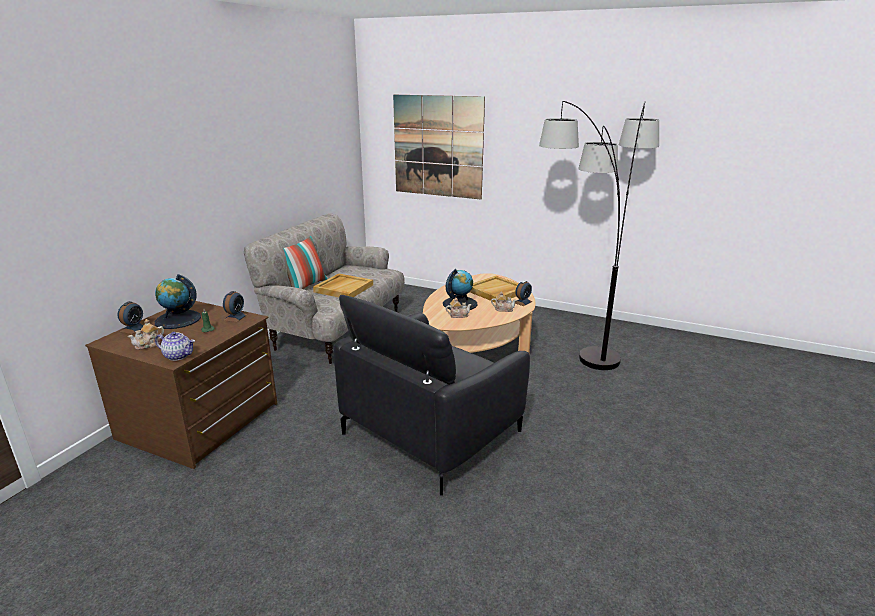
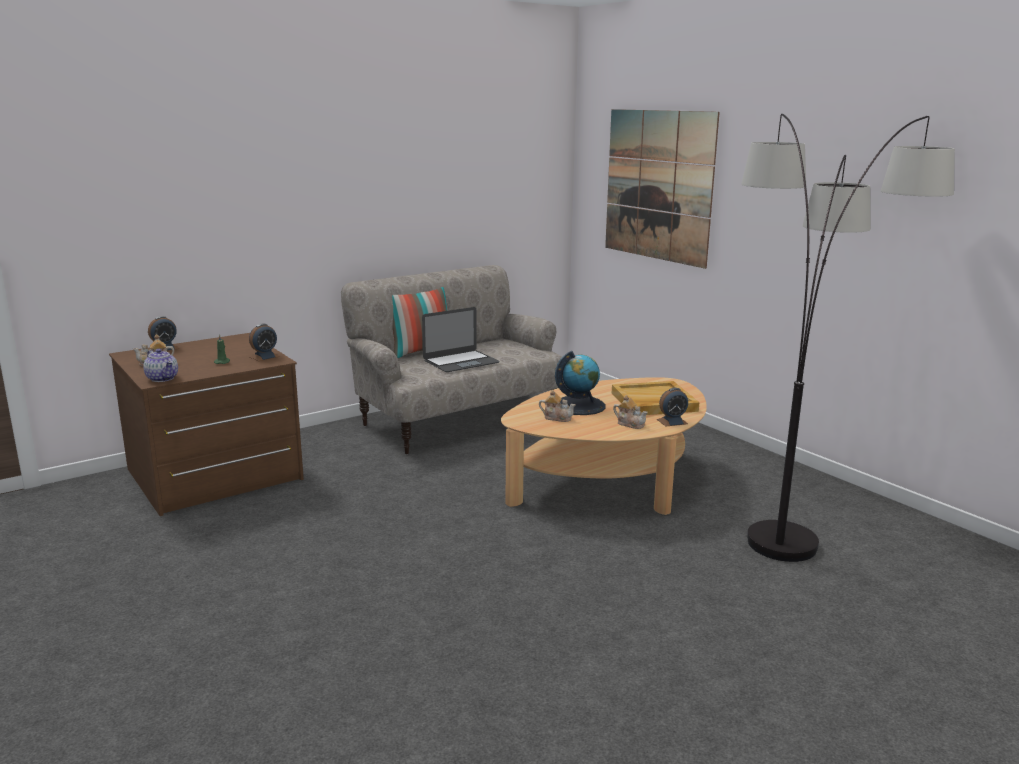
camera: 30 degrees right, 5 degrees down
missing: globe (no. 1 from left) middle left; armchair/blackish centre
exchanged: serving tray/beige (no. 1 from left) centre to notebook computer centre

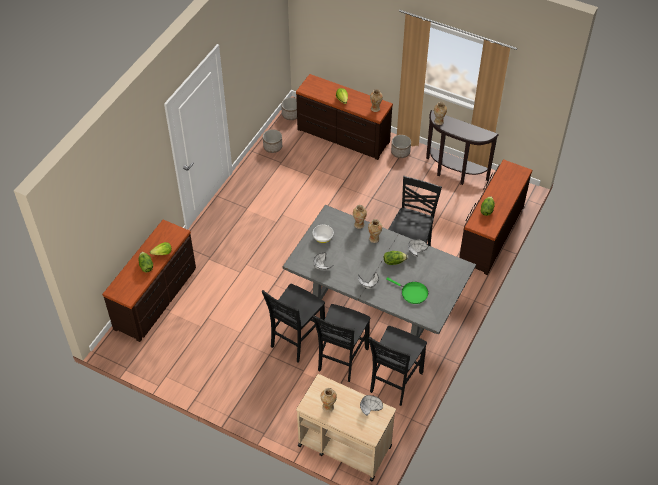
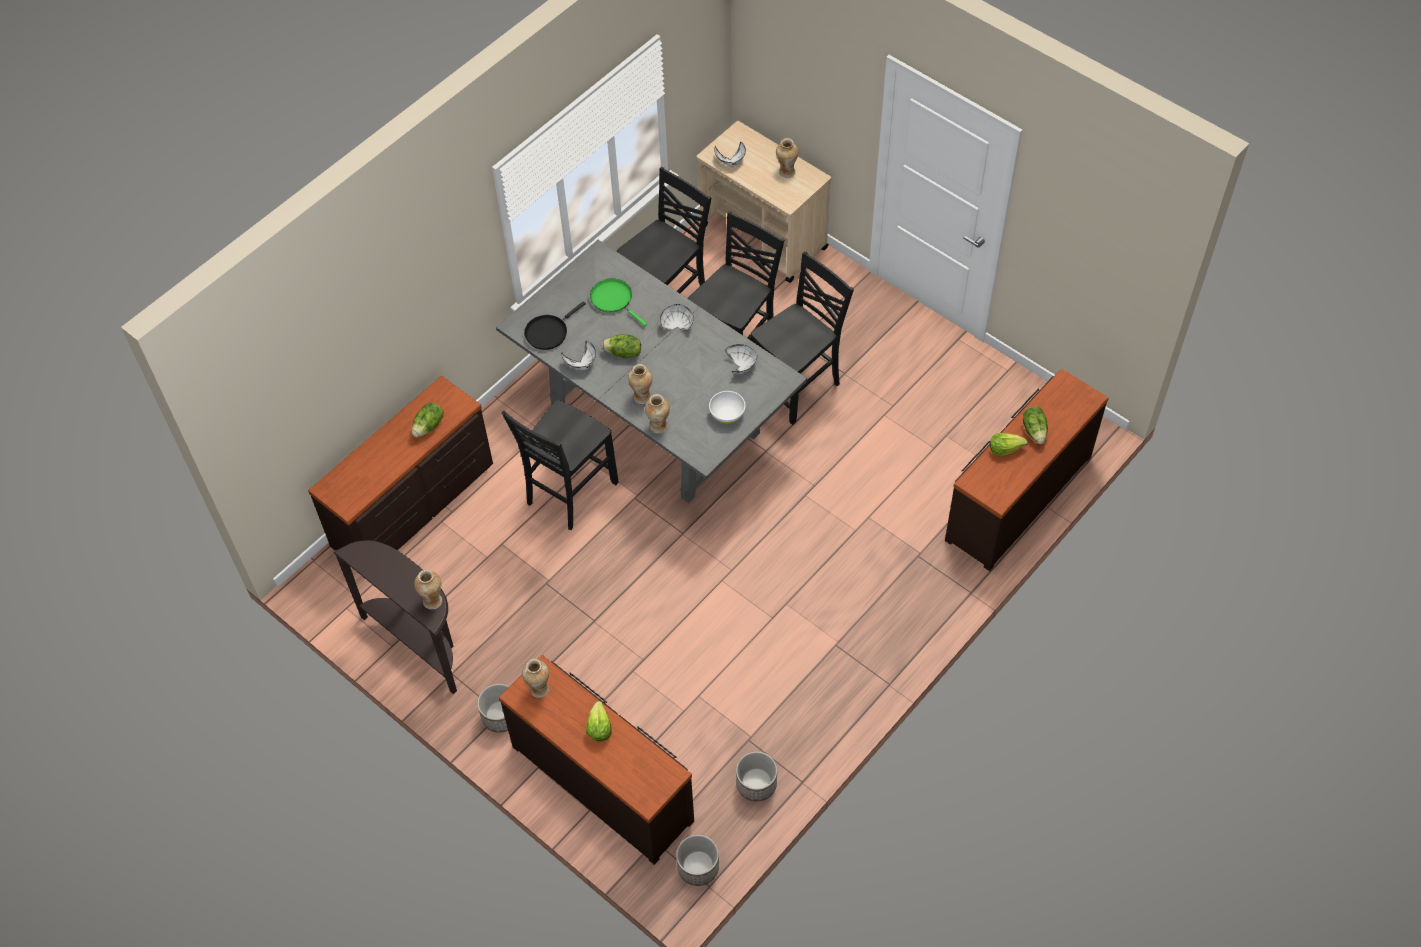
camera: 165 degrees left, 5 degrees up
appeared: frying pan/blackish centre

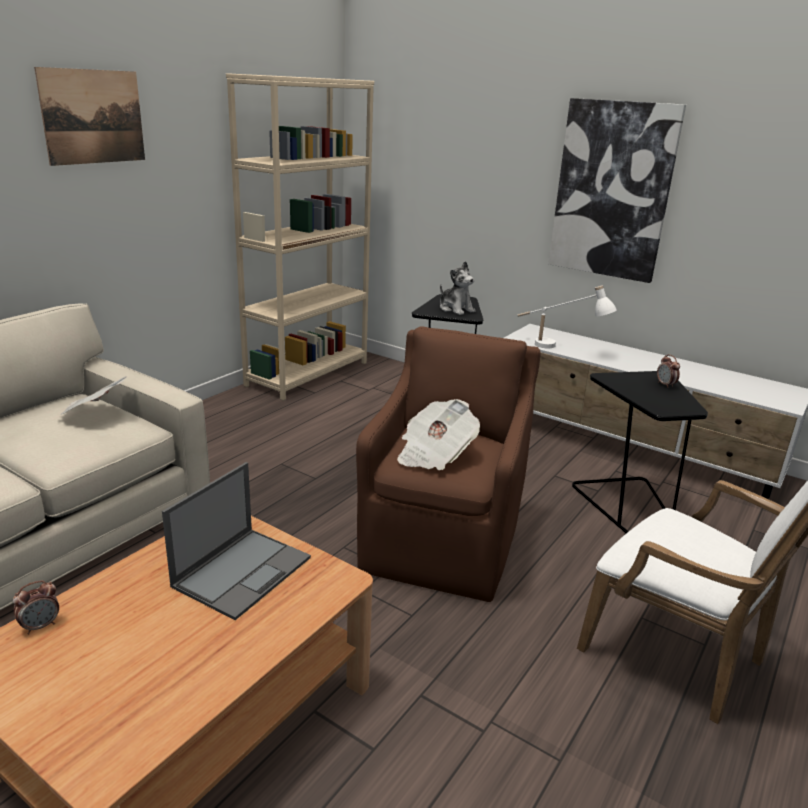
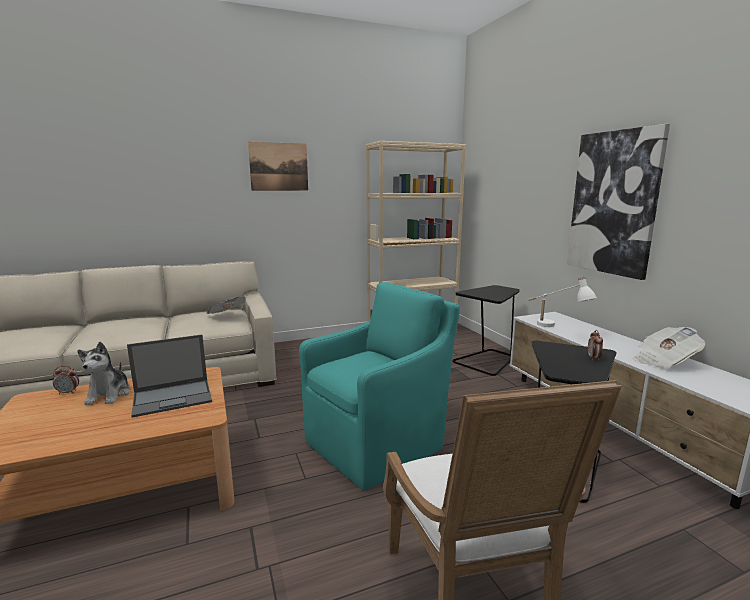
camera: 35 degrees right, 10 degrees down
relocated: soft toy centre to middle left; daily paper (no. 2 from left) centre to middle right
colour: armchair/brown centre to armchair/turquoise centre

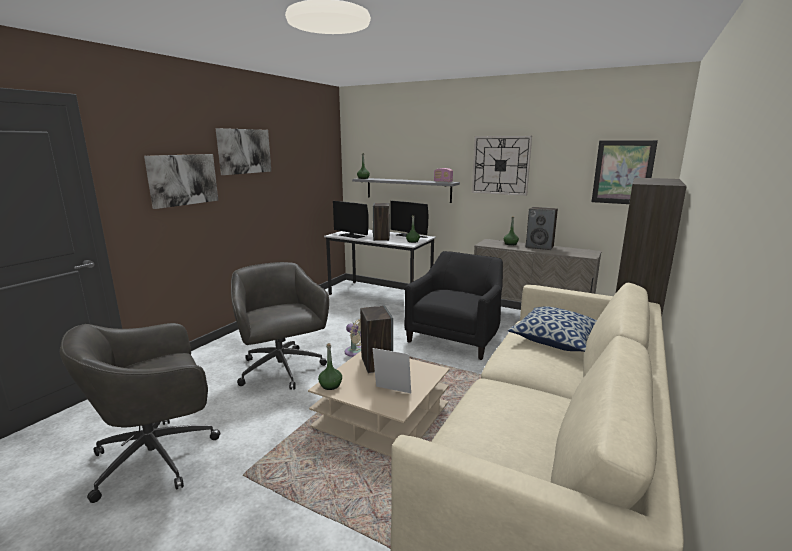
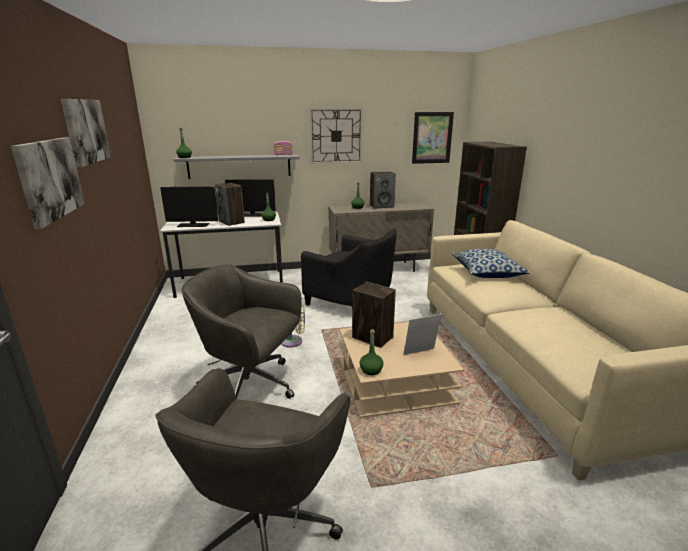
camera: 40 degrees left, 5 degrees up
spun: armchair/blackish centre = centre 135 degrees clockwise

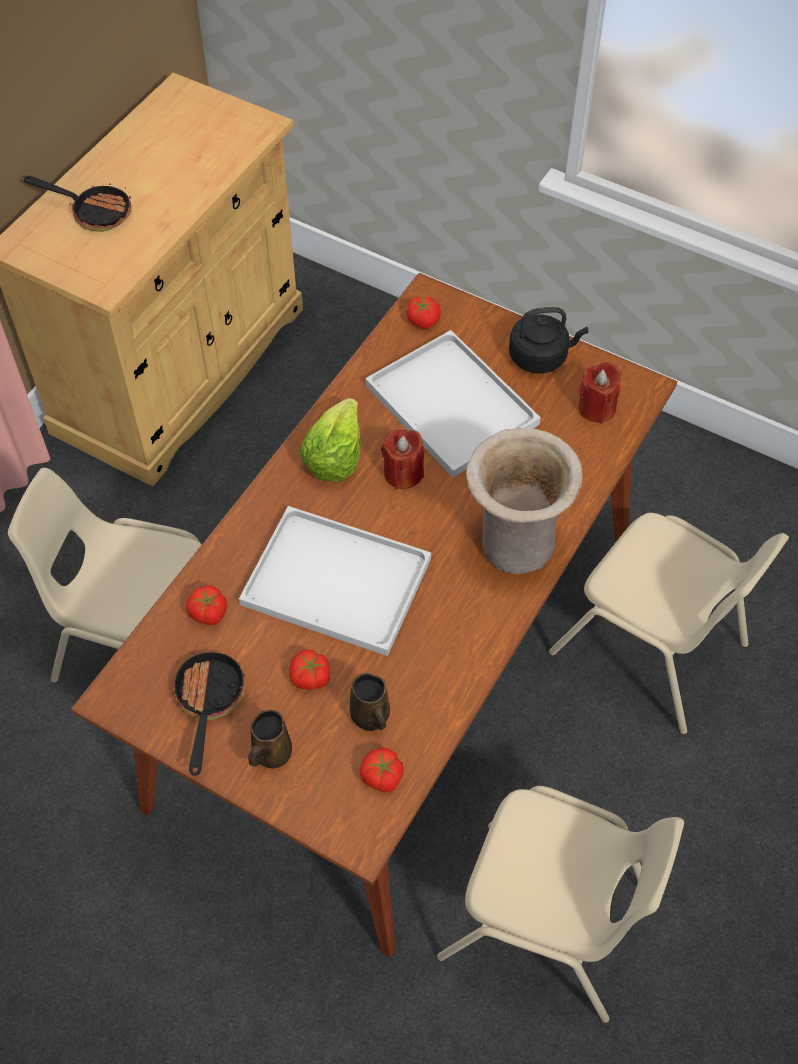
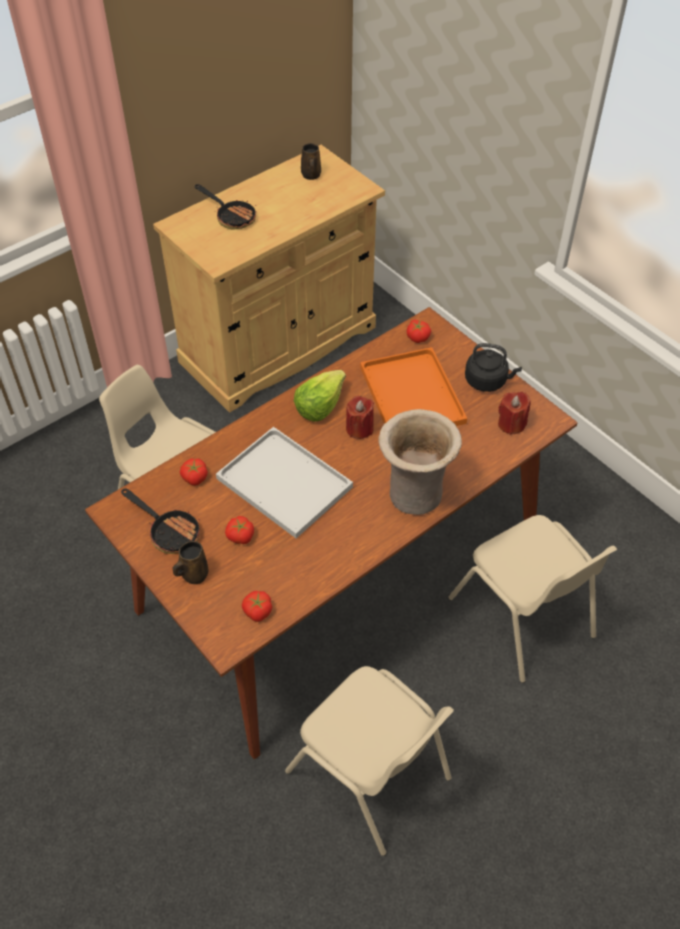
camera: 20 degrees right, 5 degrees down
relocated: mug/brown (no. 2 from left) centre to top centre
colour: serving tray/white-coloured (no. 2 from left) centre to serving tray/orange centre
spun: frying pan (no. 2 from left in the first image) bottom left = middle left 105 degrees clockwise

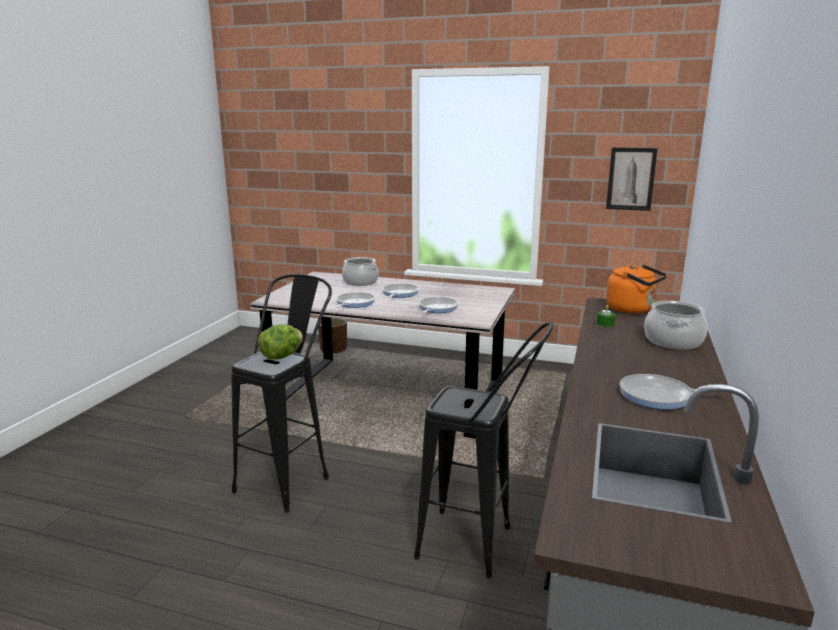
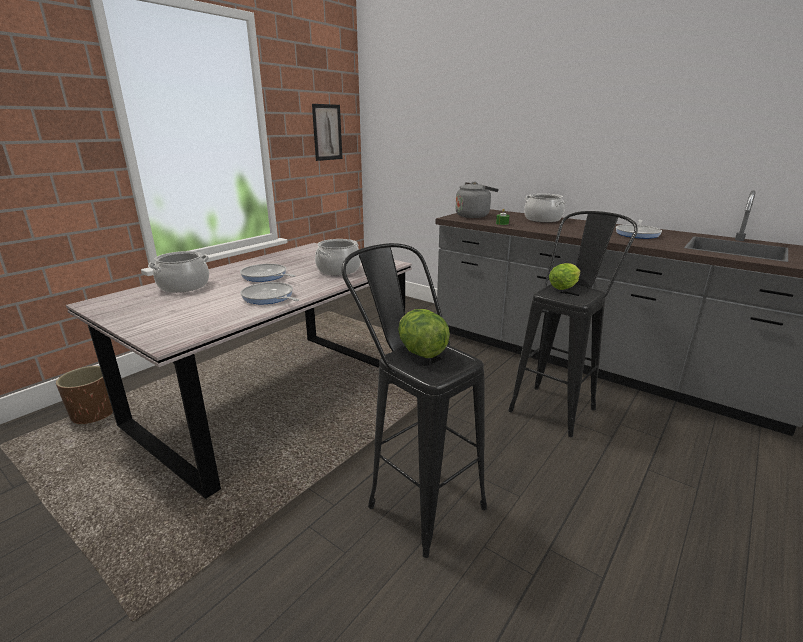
camera: 70 degrees left, 5 degrees up
appeared: head of lettuce (no. 2 from left) middle right
exchanged: frying pan (no. 3 from left) centre to saucepot (no. 2 from left) centre
colour: water kettle/orange middle right to water kettle/gray top centre

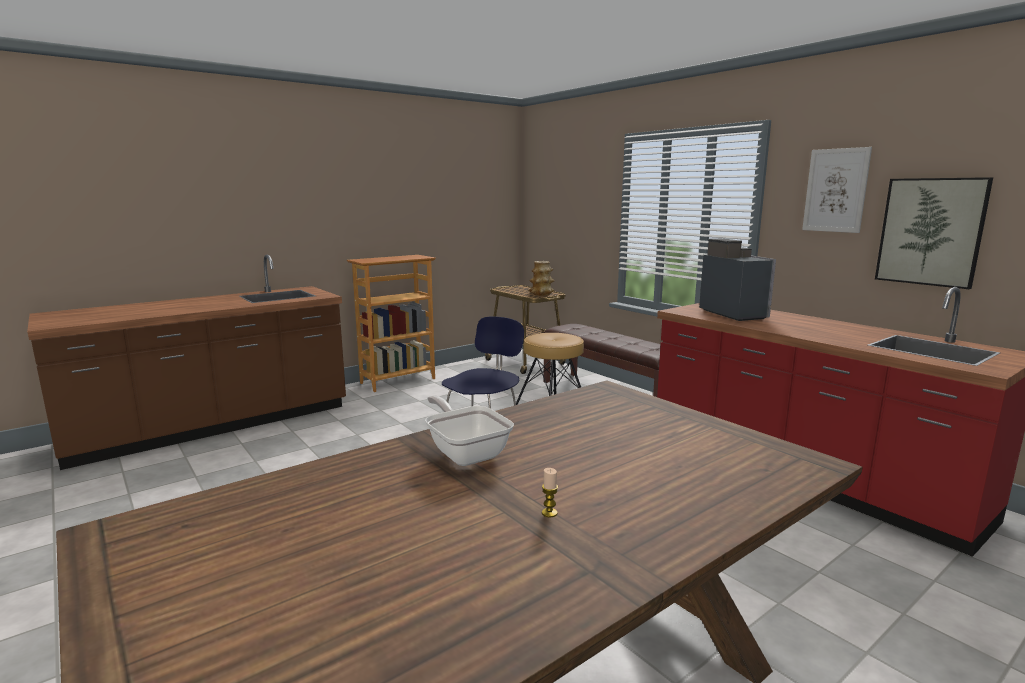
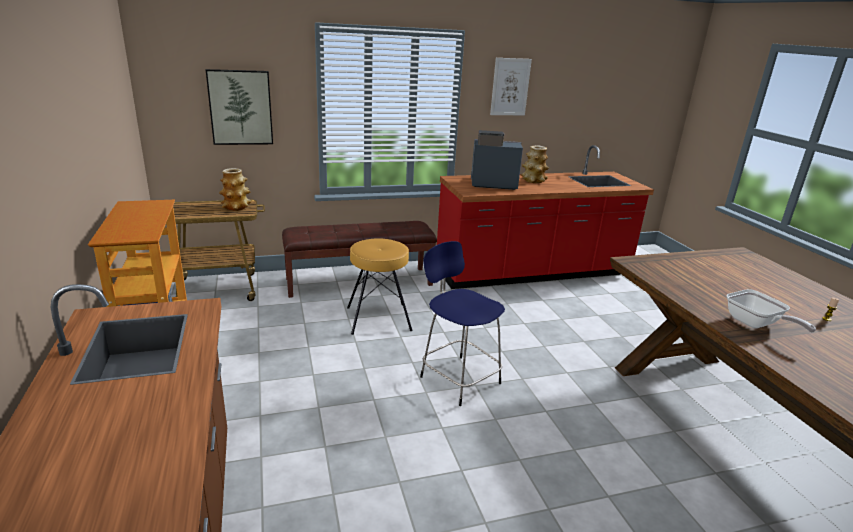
camera: 70 degrees left, 10 degrees up
appeared: decorative vase (no. 2 from left) top centre
relocated: wall art (no. 2 from left in the first image) middle right to wall art (no. 1 from left) top left
spun: frying pan centre = middle right 105 degrees counterclockwise

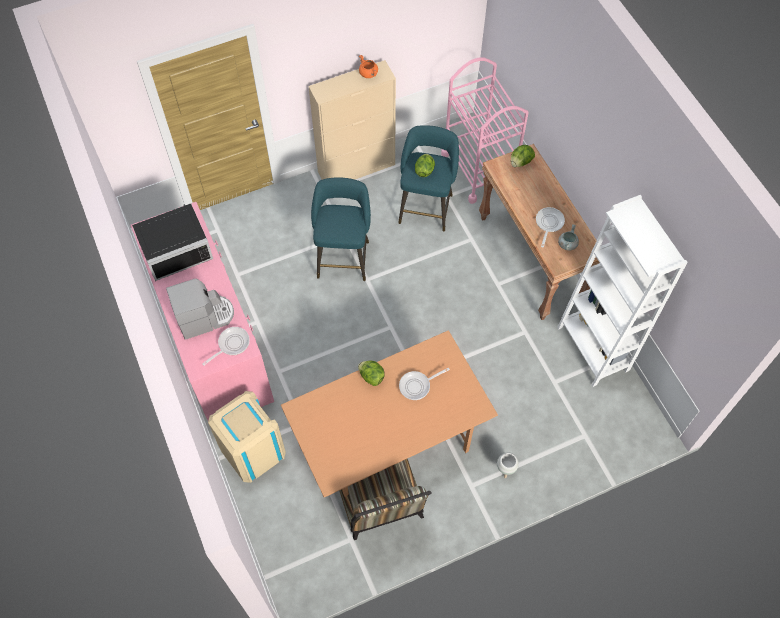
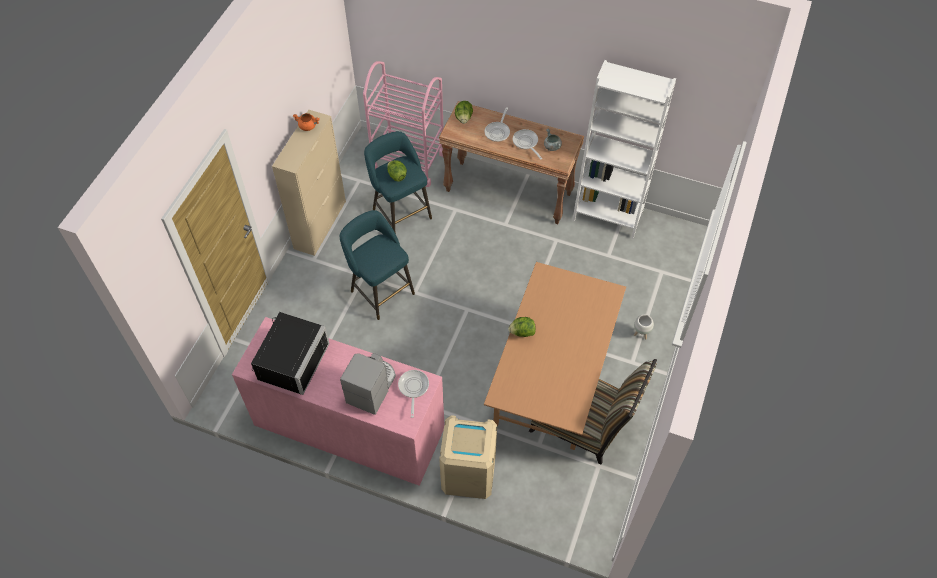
camera: 45 degrees left, 5 degrees down
relocated: frying pan (no. 2 from left) centre to top centre

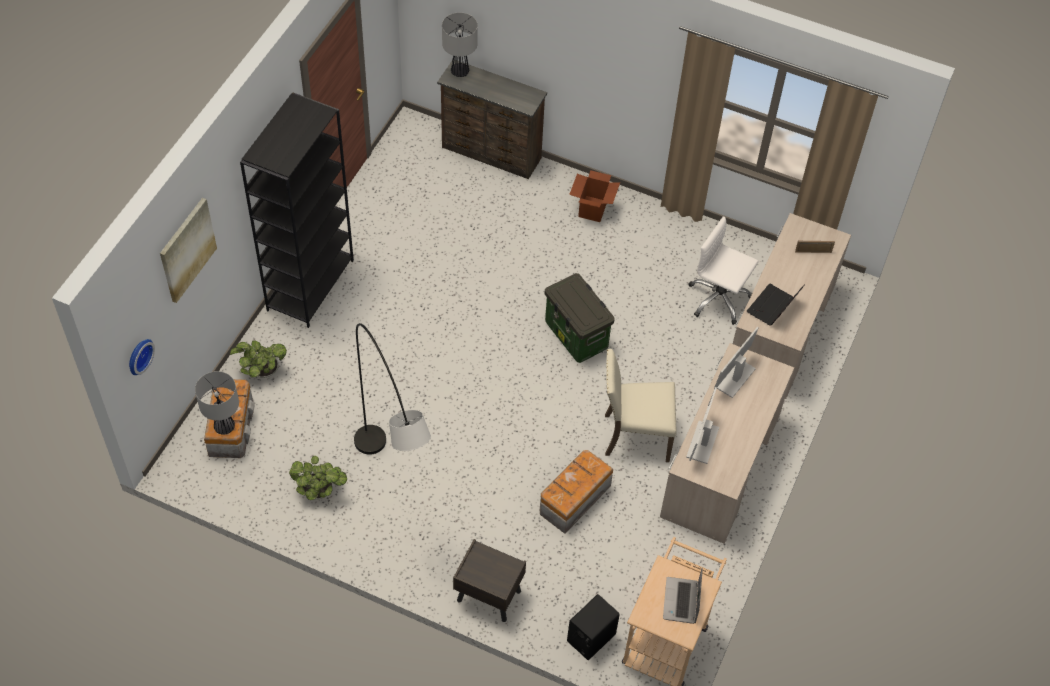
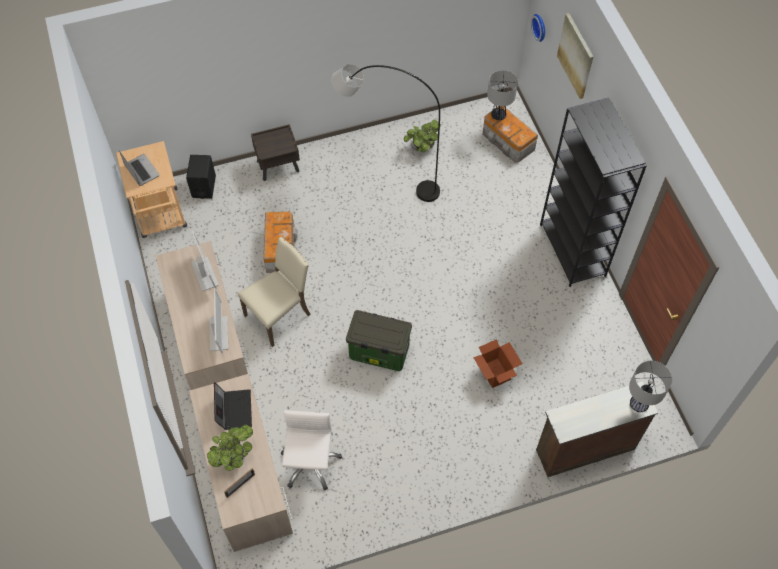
camera: 140 degrees right, 5 degrees up
relocated: carton top centre to centre; potted plant (no. 1 from left) middle left to bottom left
spun: computer chair/white-coloured middle right = bottom centre 75 degrees counterclockwise

